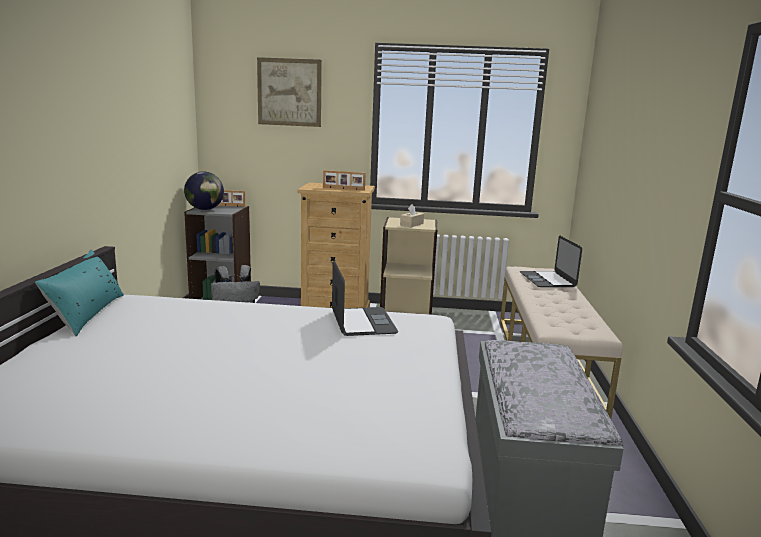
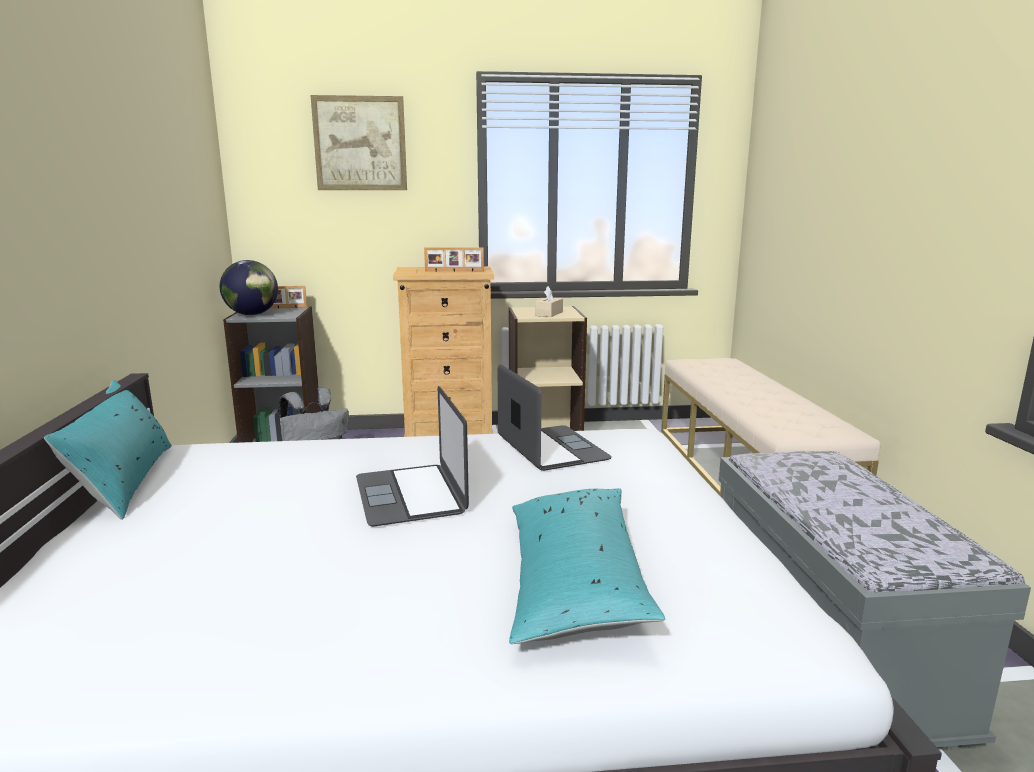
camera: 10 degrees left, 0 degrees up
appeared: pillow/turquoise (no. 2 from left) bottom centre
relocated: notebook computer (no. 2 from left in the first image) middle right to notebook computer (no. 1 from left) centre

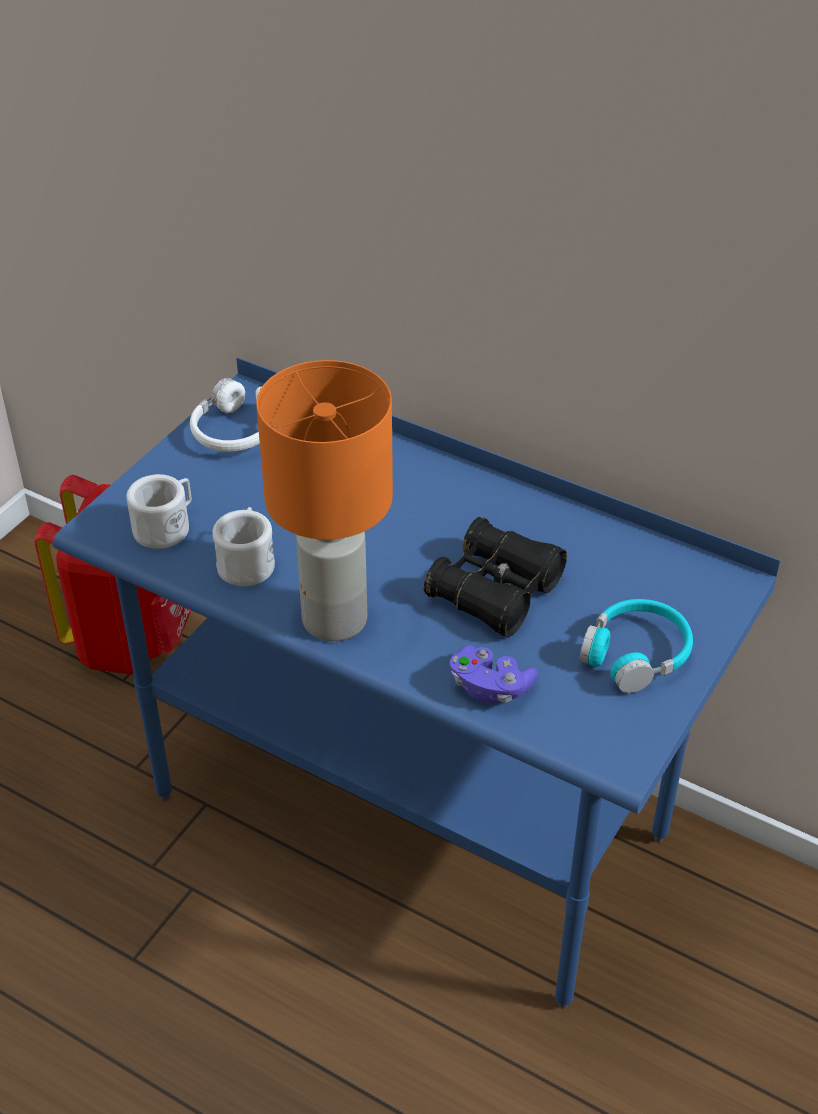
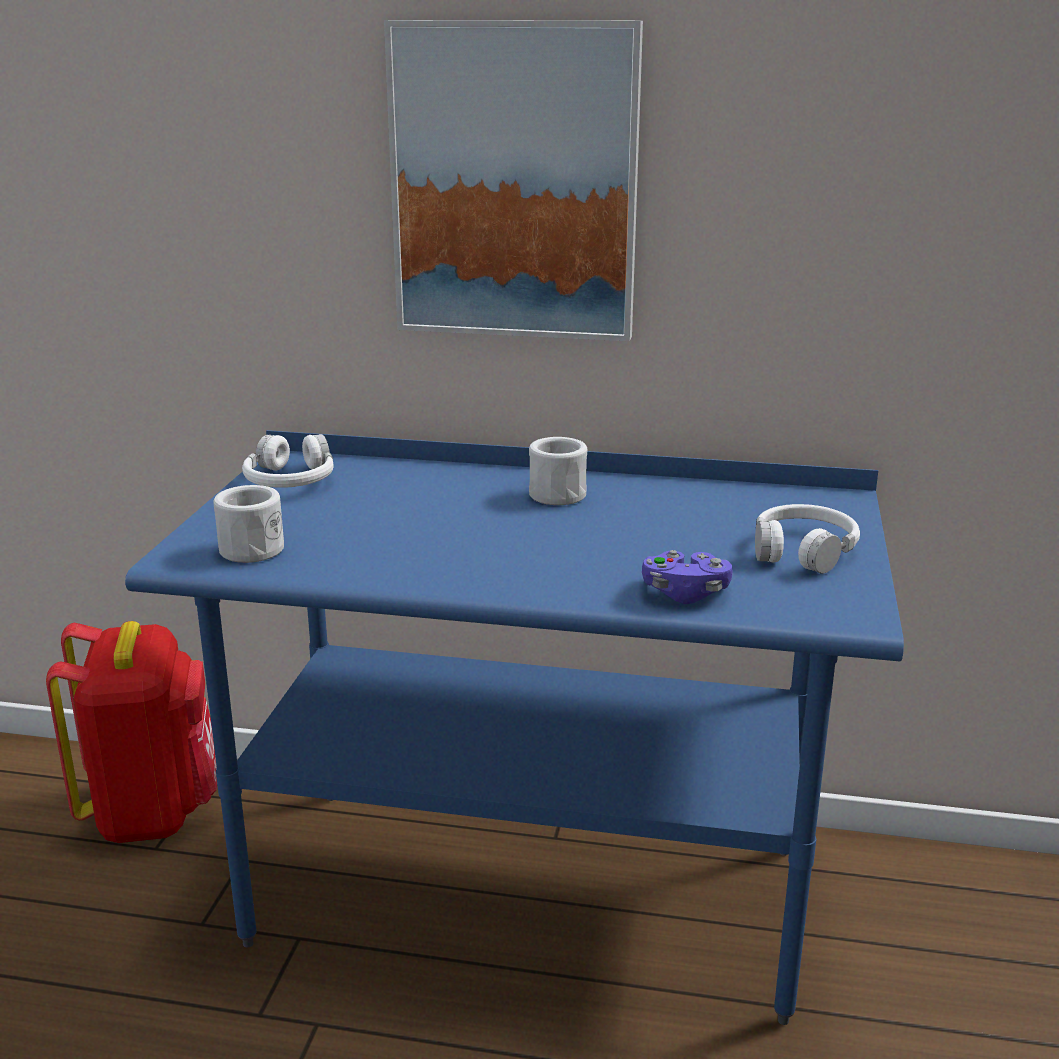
camera: 20 degrees left, 20 degrees down
missing: lamp for a table/orange centre; field glasses/blackish centre
appeared: wall art top centre
relocated: mug/white-coloured (no. 2 from left) middle left to centre
colour: headset/turquoise middle right to headset/white-coloured (no. 2 from left) middle right

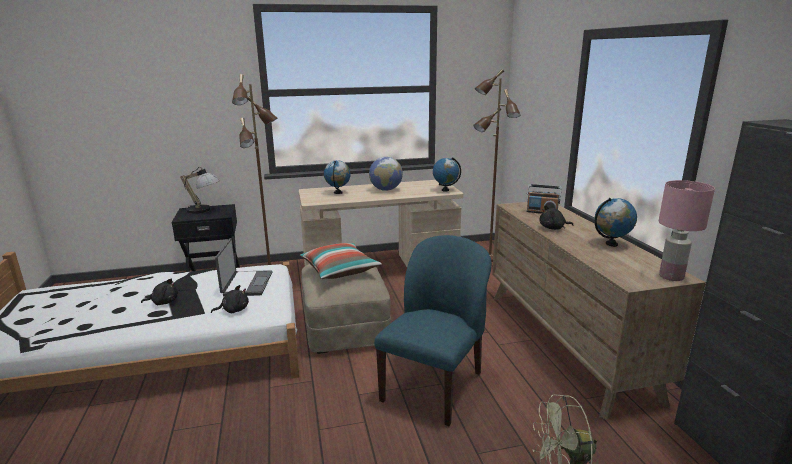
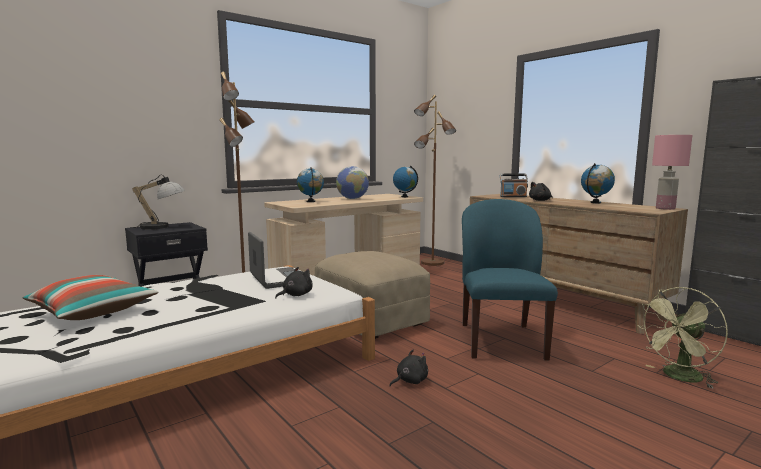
camera: 25 degrees left, 10 degrees down
relocated: pillow centre to middle left; soft toy/blackish (no. 1 from left in the first image) middle left to soft toy/blackish (no. 2 from left) bottom centre

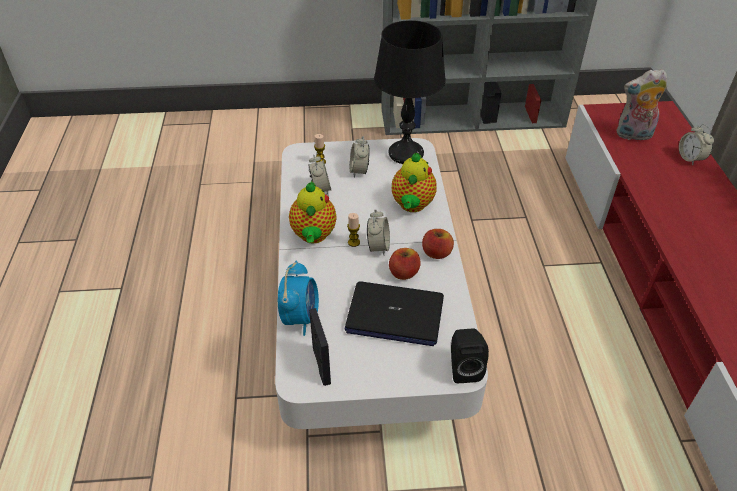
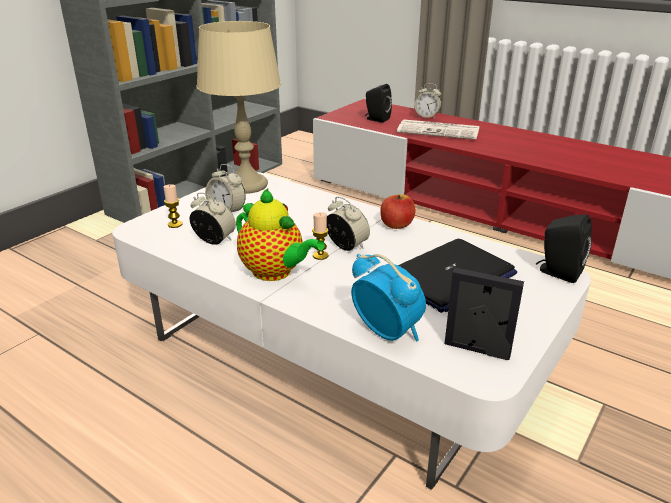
camera: 50 degrees left, 15 degrees down
missing: pot for tea (no. 2 from left) centre; whole apple (no. 1 from left) centre
appeared: daily paper top centre
exchanged: soft toy top right to loudspeaker/blackish (no. 1 from left) top centre
colour: lamp for a table/blackish top centre to lamp for a table/beige top centre

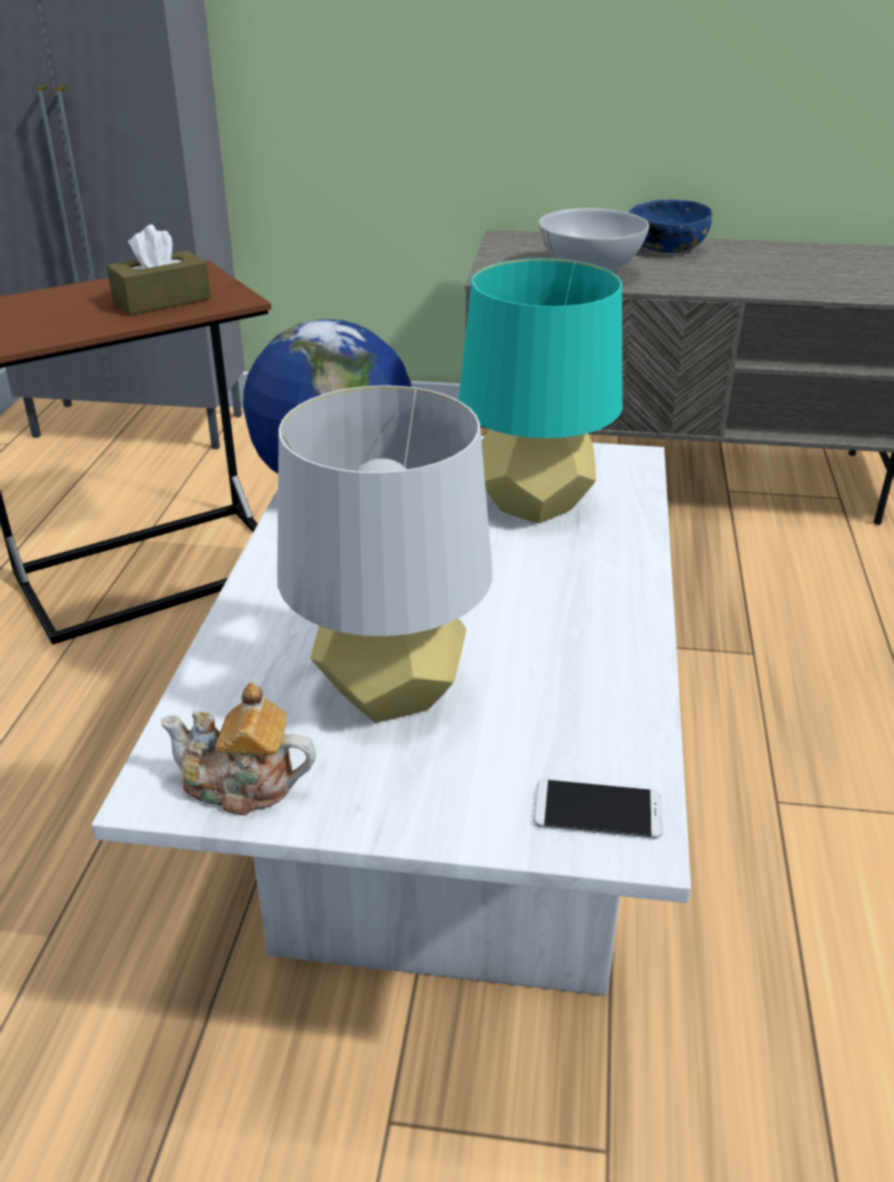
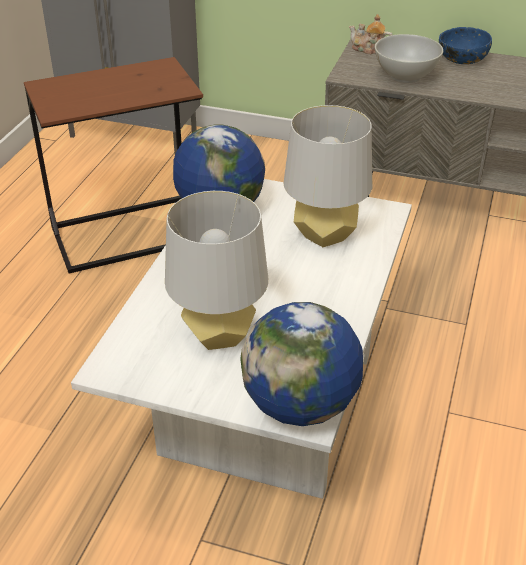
camera: 10 degrees right, 5 degrees up
missing: box of tissues/brown top left
relocated: pot for tea middle left to top right
exchanged: telephone bottom right to globe (no. 2 from left) centre
colour: lamp for a table/turquoise top centre to lamp for a table/gray (no. 2 from left) top centre

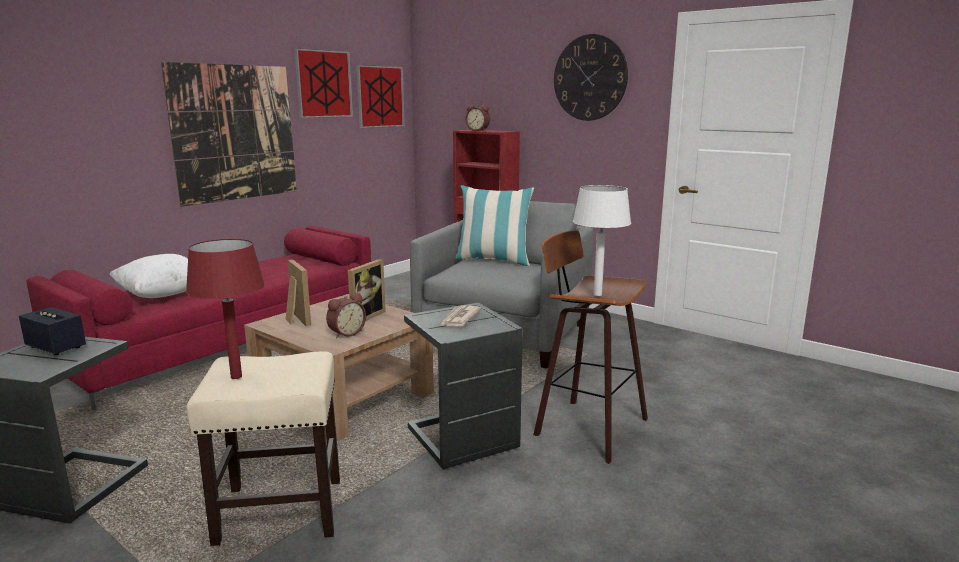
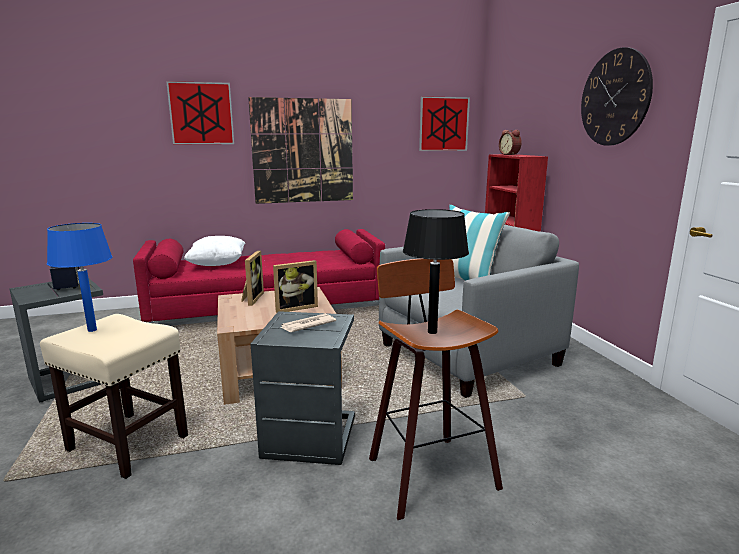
camera: 35 degrees right, 0 degrees up
missing: alarm clock (no. 1 from left) centre
relocated: wall art (no. 2 from left in the first image) top centre to wall art (no. 1 from left) top left
colour: lamp for a table/white-coloured centre to lamp for a table/blackish centre; lamp for a table/red-coloured middle left to lamp for a table/blue-coloured middle left

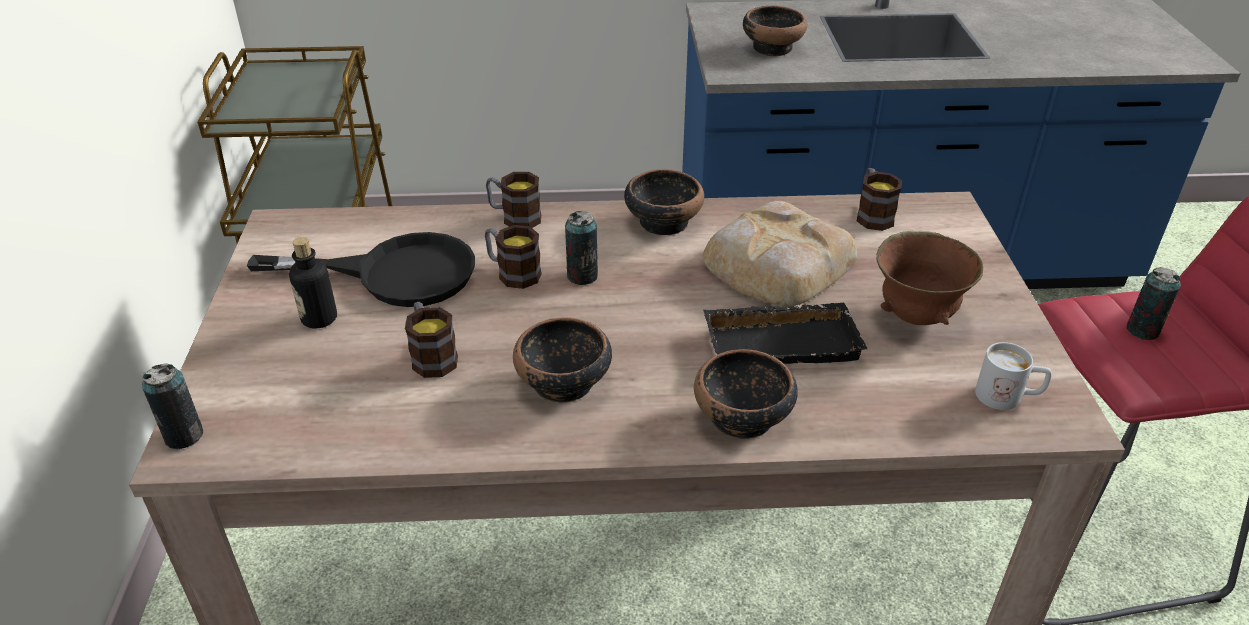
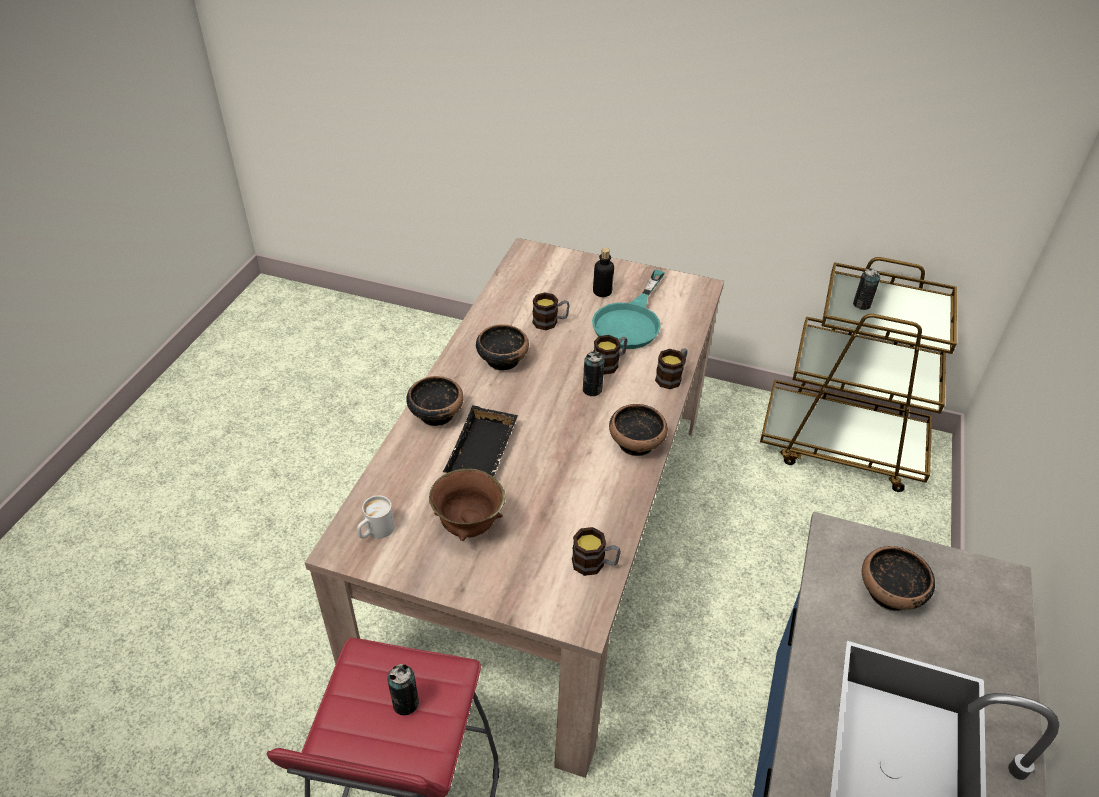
camera: 110 degrees right, 5 degrees up
missing: bread centre
relocated: sealed can (no. 1 from left in the first image) middle left to sealed can (no. 3 from left) middle right
colour: frying pan/blackish middle left to frying pan/turquoise centre

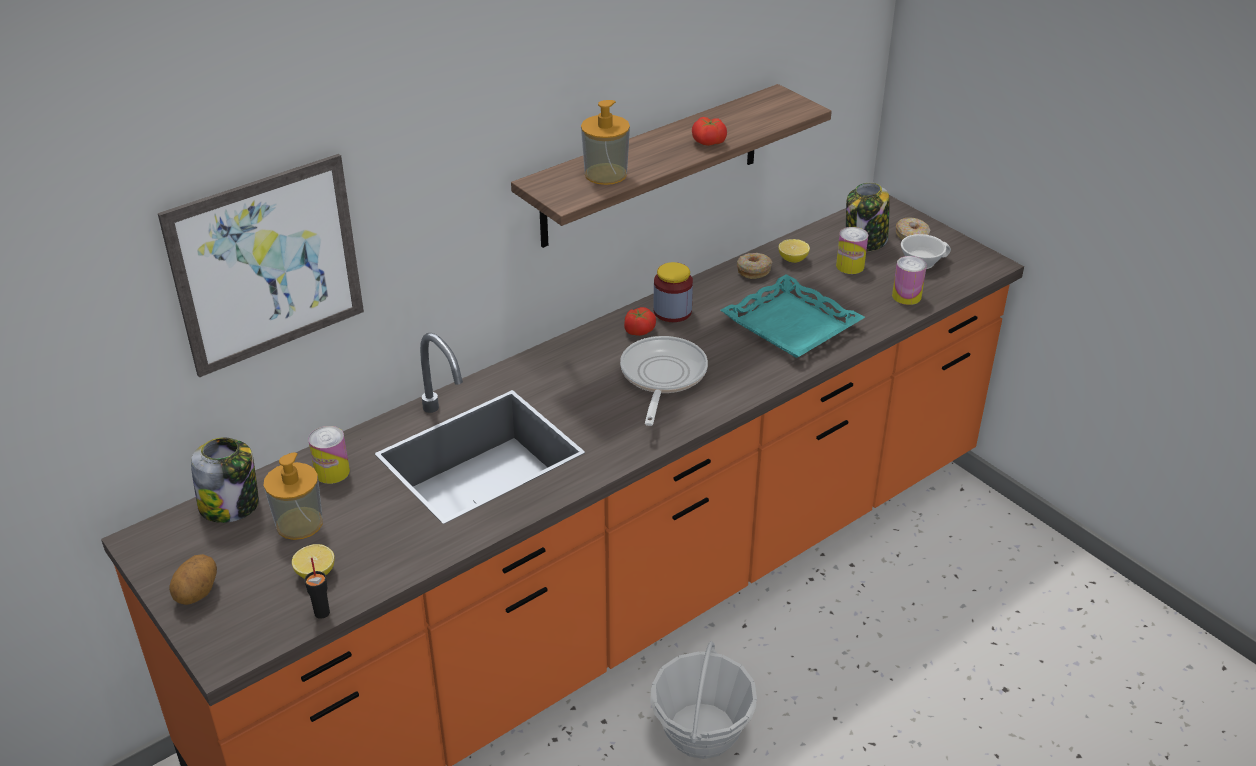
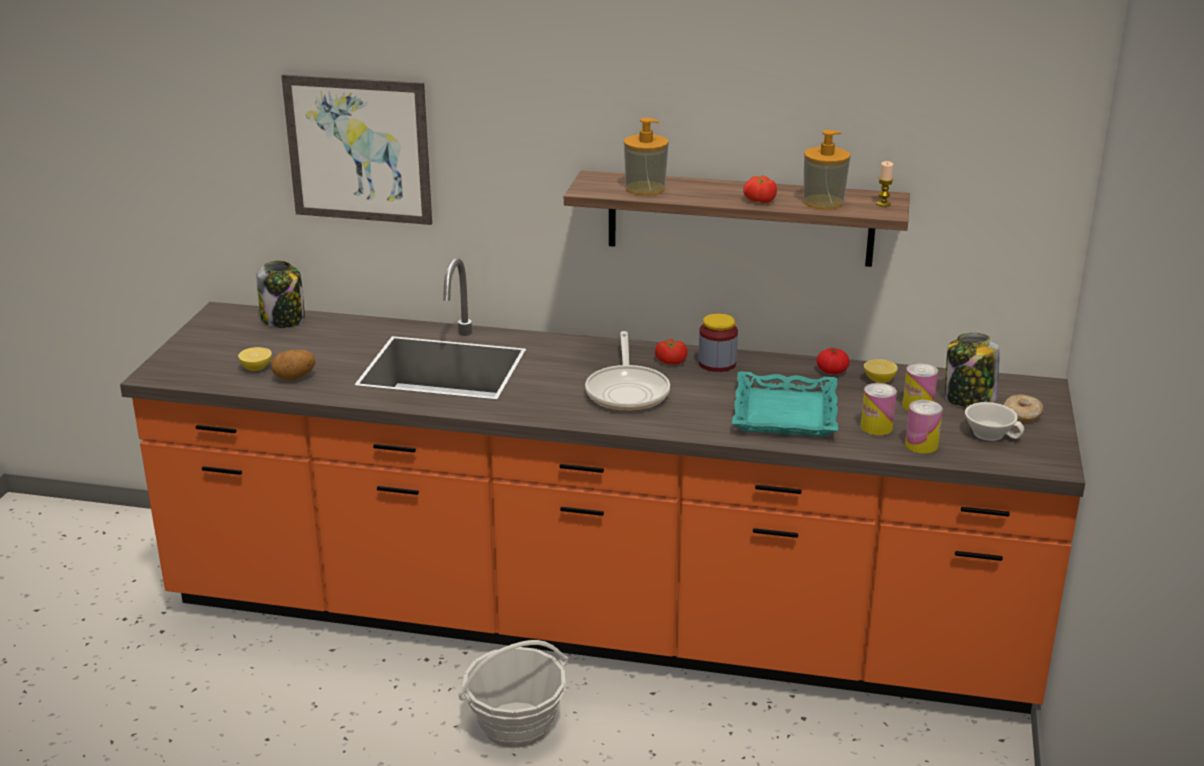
camera: 50 degrees right, 10 degrees down
missing: small cup/blackish bottom left
appeared: wax light top right
relocated: sealed can (no. 1 from left) middle left to middle right; soap dispenser (no. 1 from left in the first image) middle left to soap dispenser (no. 2 from left) top right; whole potato bottom left to middle left
exchanged: donut (no. 1 from left) centre to fresh tomato (no. 3 from left) middle right
spun: frying pan centre = centre 120 degrees clockwise

